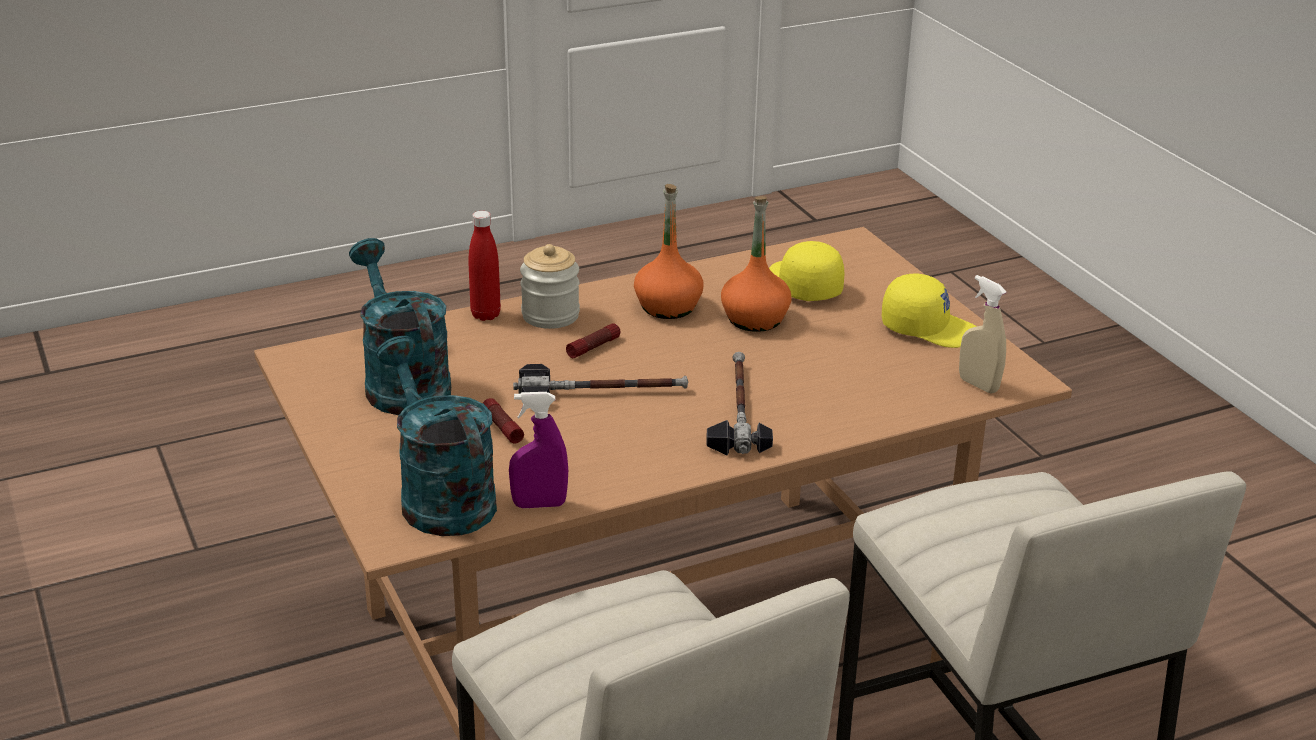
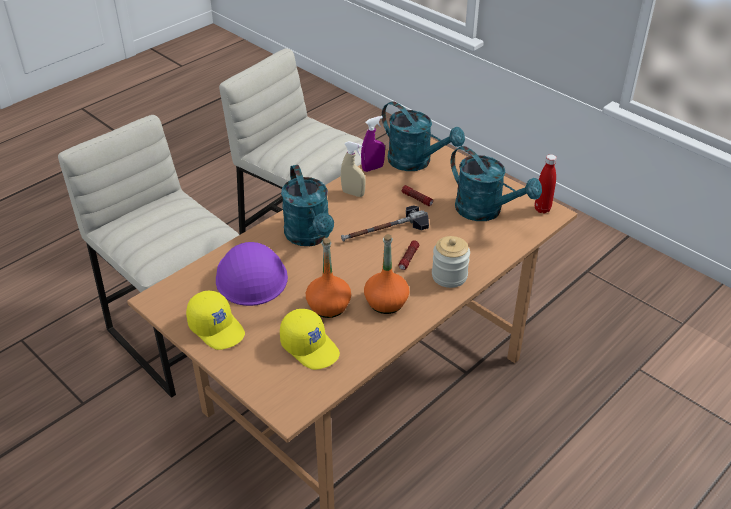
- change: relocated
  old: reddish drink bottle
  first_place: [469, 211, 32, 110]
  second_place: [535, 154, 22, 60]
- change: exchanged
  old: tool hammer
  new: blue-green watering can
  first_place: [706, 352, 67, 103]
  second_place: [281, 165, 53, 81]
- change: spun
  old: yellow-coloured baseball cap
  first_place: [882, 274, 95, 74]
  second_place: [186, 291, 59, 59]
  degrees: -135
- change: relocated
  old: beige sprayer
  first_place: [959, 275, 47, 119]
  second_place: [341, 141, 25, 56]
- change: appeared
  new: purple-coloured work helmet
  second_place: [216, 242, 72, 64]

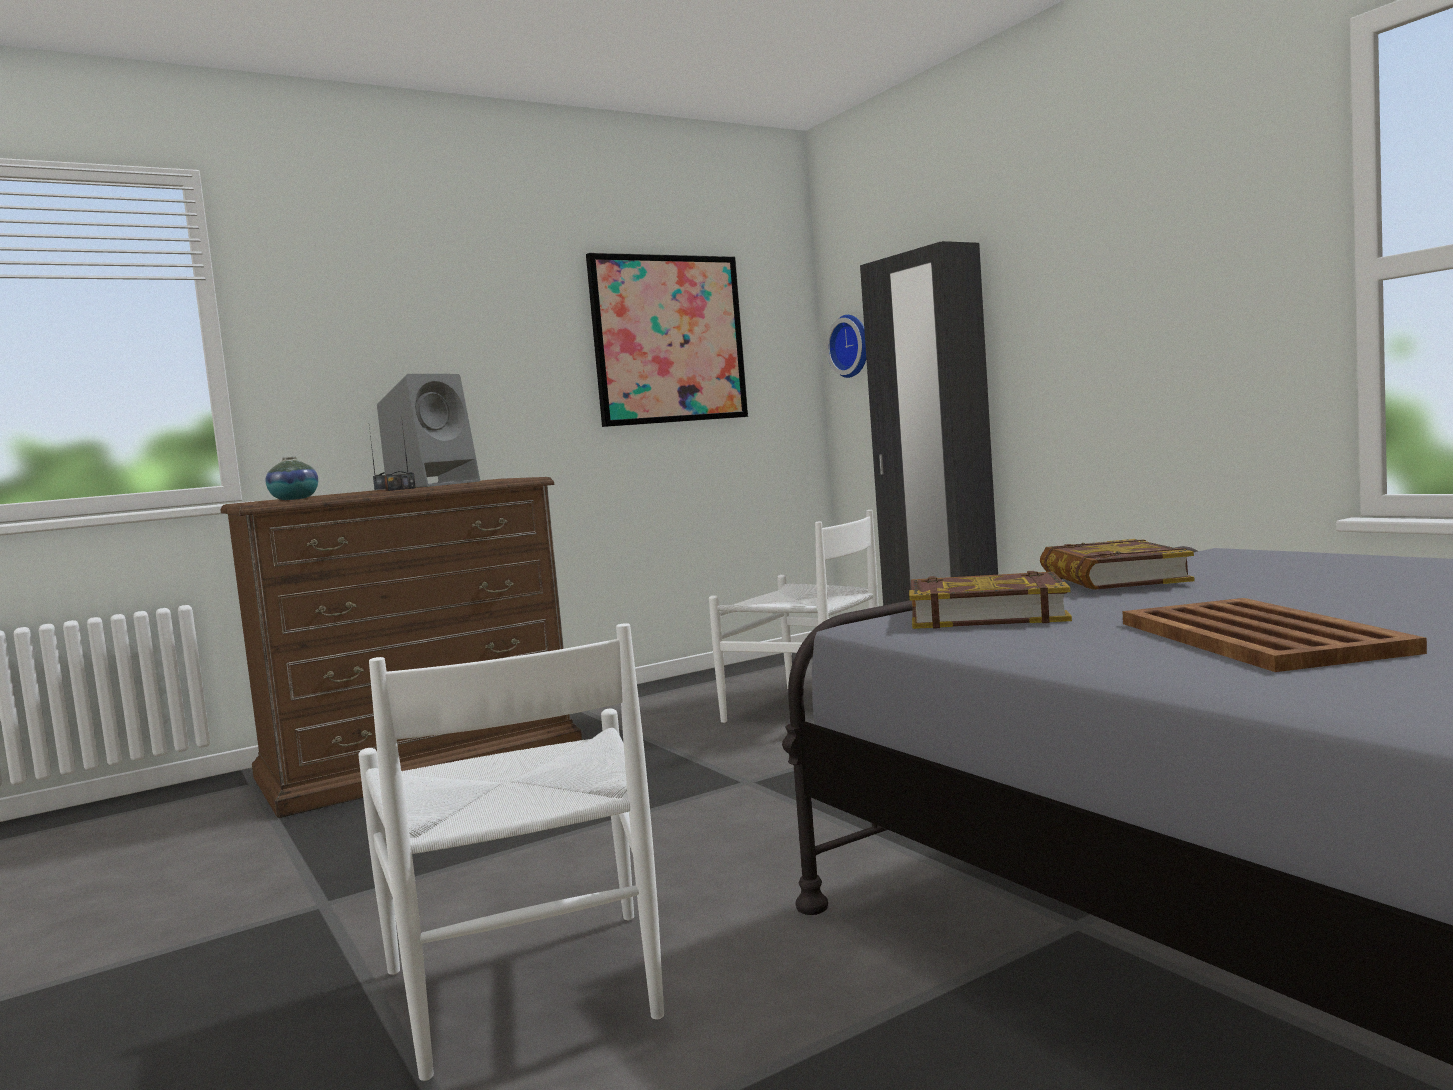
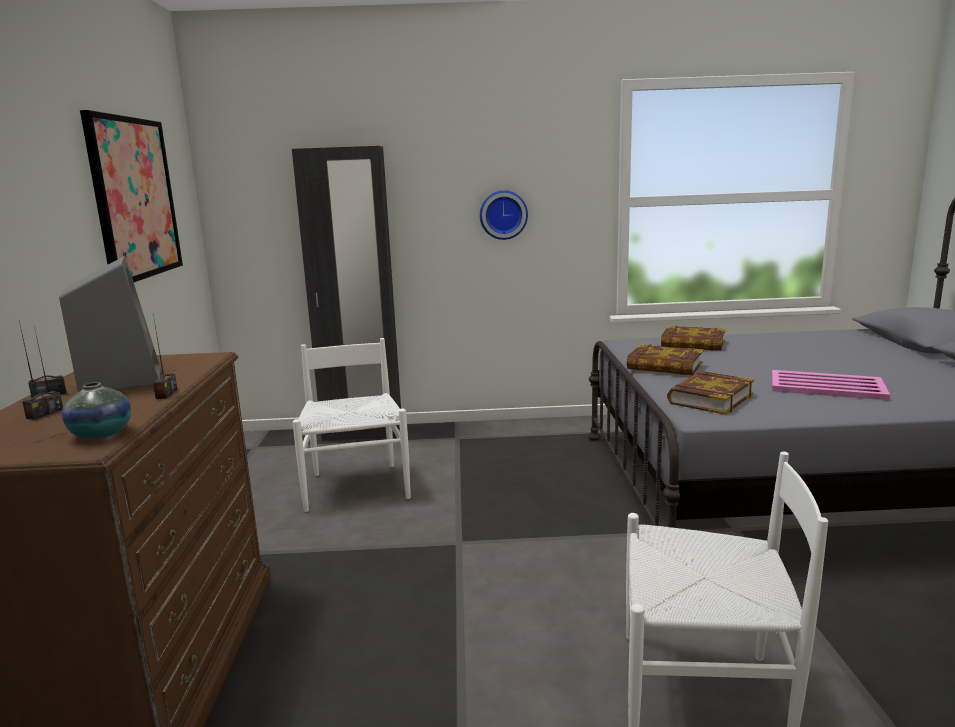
- change: spun
  old: whitish plain chair
  first_place: [709, 510, 170, 213]
  second_place: [293, 338, 118, 174]
  degrees: -75
- change: relocated
  old: wall clock
  first_place: [826, 315, 40, 63]
  second_place: [480, 190, 48, 50]
- change: colour
  old: brownish tray
  new: pinkish tray
  first_place: [1123, 598, 304, 74]
  second_place: [772, 370, 118, 30]
- change: appeared
  new: radio
  second_place: [22, 331, 41, 89]
- change: appeared
  new: bound book
  second_place: [661, 326, 65, 25]

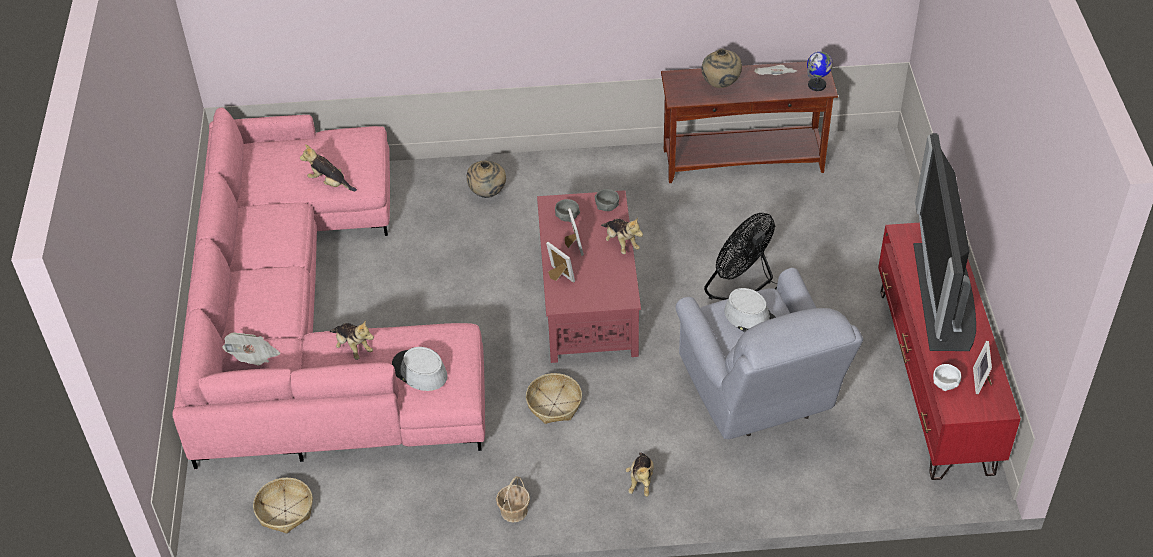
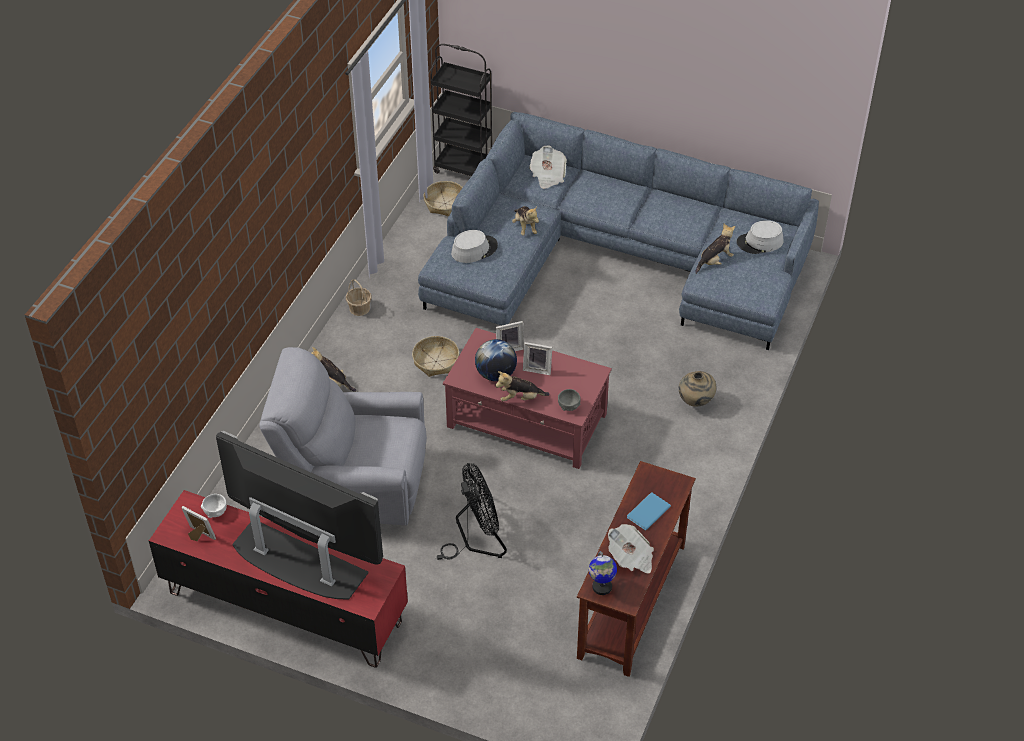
- change: colour
  old: pinkish sofa
  new: blue-coloured sofa
  first_place: [172, 107, 313, 362]
  second_place: [418, 112, 401, 238]
- change: spun
  old: soft toy
  first_place: [330, 320, 44, 40]
  second_place: [512, 206, 27, 30]
  degrees: -90
- change: missing
  old: grey serving bowl
  first_place: [555, 199, 25, 23]
- change: exchanged
  old: beige decorative vase
  new: blue-coloured bound book
  first_place: [701, 49, 41, 39]
  second_place: [627, 492, 44, 38]
- change: relocated
  old: grey hat
  first_place: [724, 288, 52, 45]
  second_place: [737, 220, 47, 34]
- change: appeared
  new: blackish cart
  second_place: [430, 44, 62, 132]
- change: appeared
  new: world globe
  second_place: [475, 339, 42, 42]

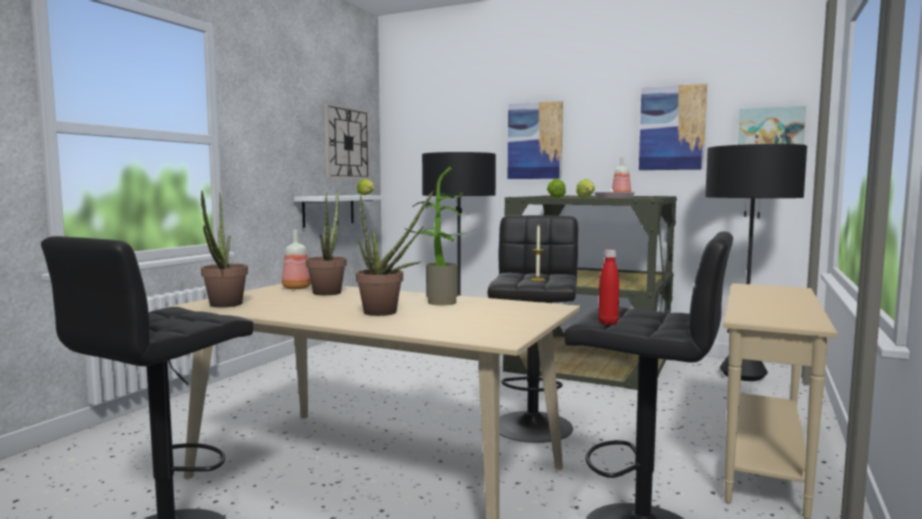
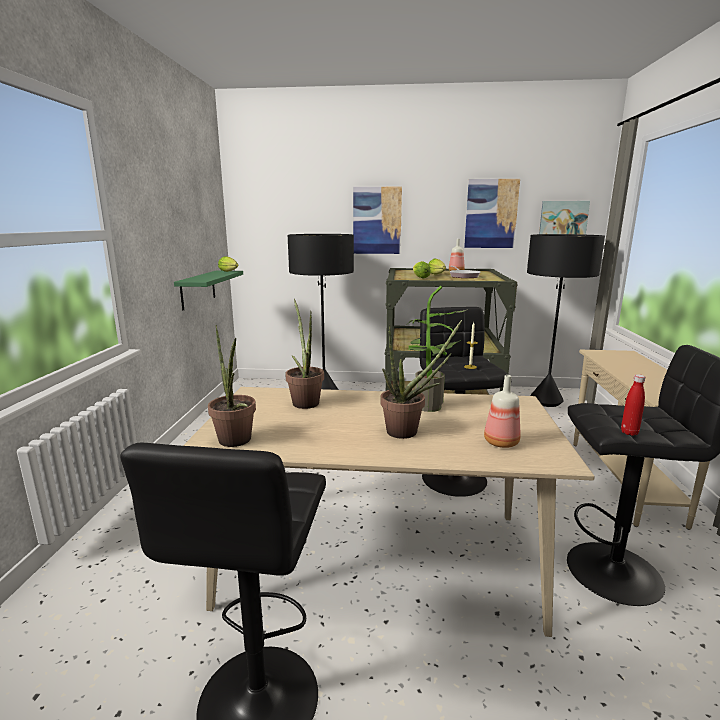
- change: relocated
  old: drink bottle
  first_place: [282, 230, 29, 59]
  second_place: [484, 375, 36, 73]
- change: colour
  old: whitish bracket shelf
  new: greenish bracket shelf
  first_place: [294, 195, 90, 33]
  second_place: [174, 270, 69, 41]
- change: missing
  old: wall clock
  first_place: [324, 103, 47, 76]

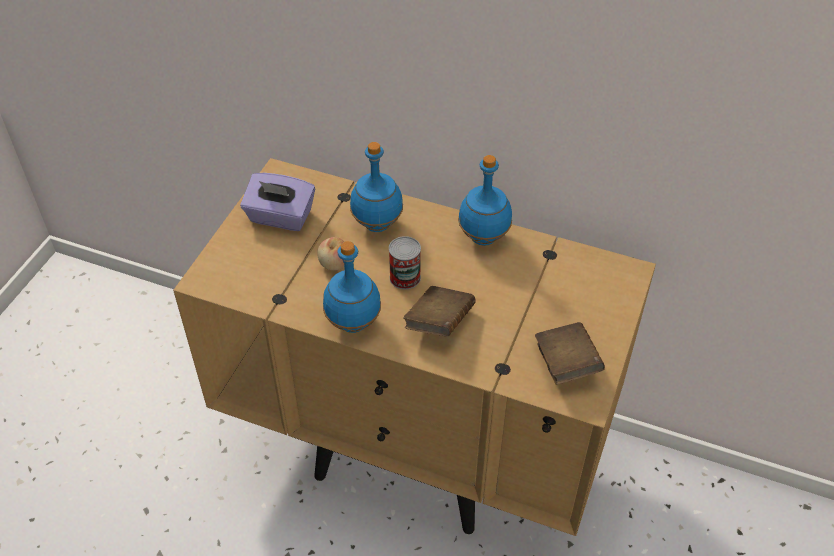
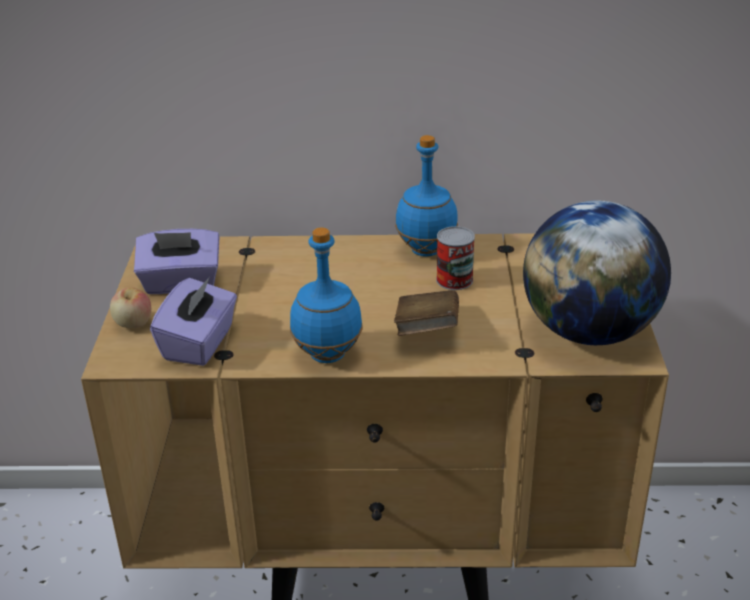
- change: relocated
  old: whole apple
  first_place: [317, 237, 27, 34]
  second_place: [110, 287, 41, 41]
- change: missing
  old: blue-coloured drink bottle
  first_place: [350, 142, 53, 90]
- change: relocated
  old: metal can
  first_place: [389, 236, 32, 53]
  second_place: [436, 226, 39, 64]
- change: exchanged
  old: brownish bound book
  new: world globe
  first_place: [535, 322, 70, 63]
  second_place: [523, 200, 148, 145]
- change: appeared
  new: purple-coloured tissue holder
  second_place: [150, 278, 87, 88]

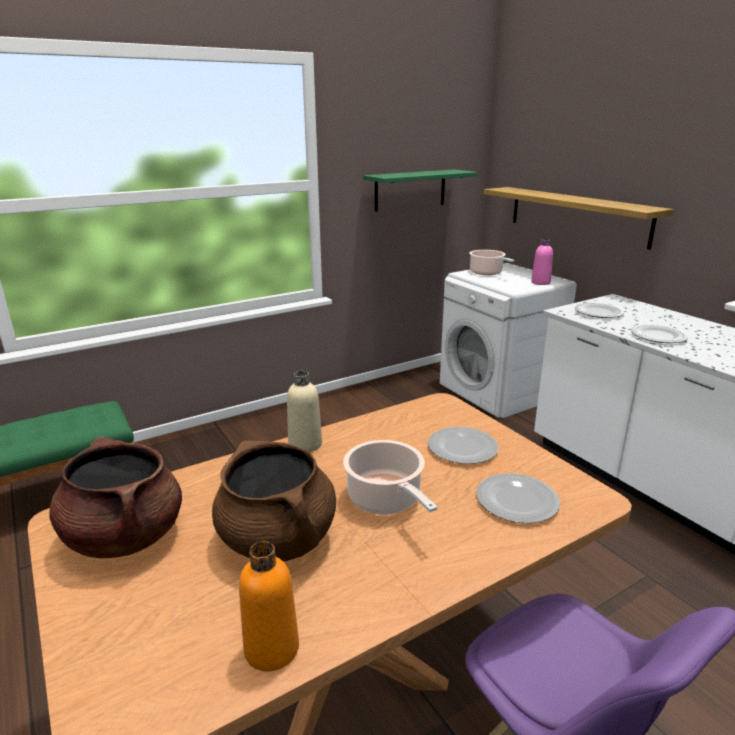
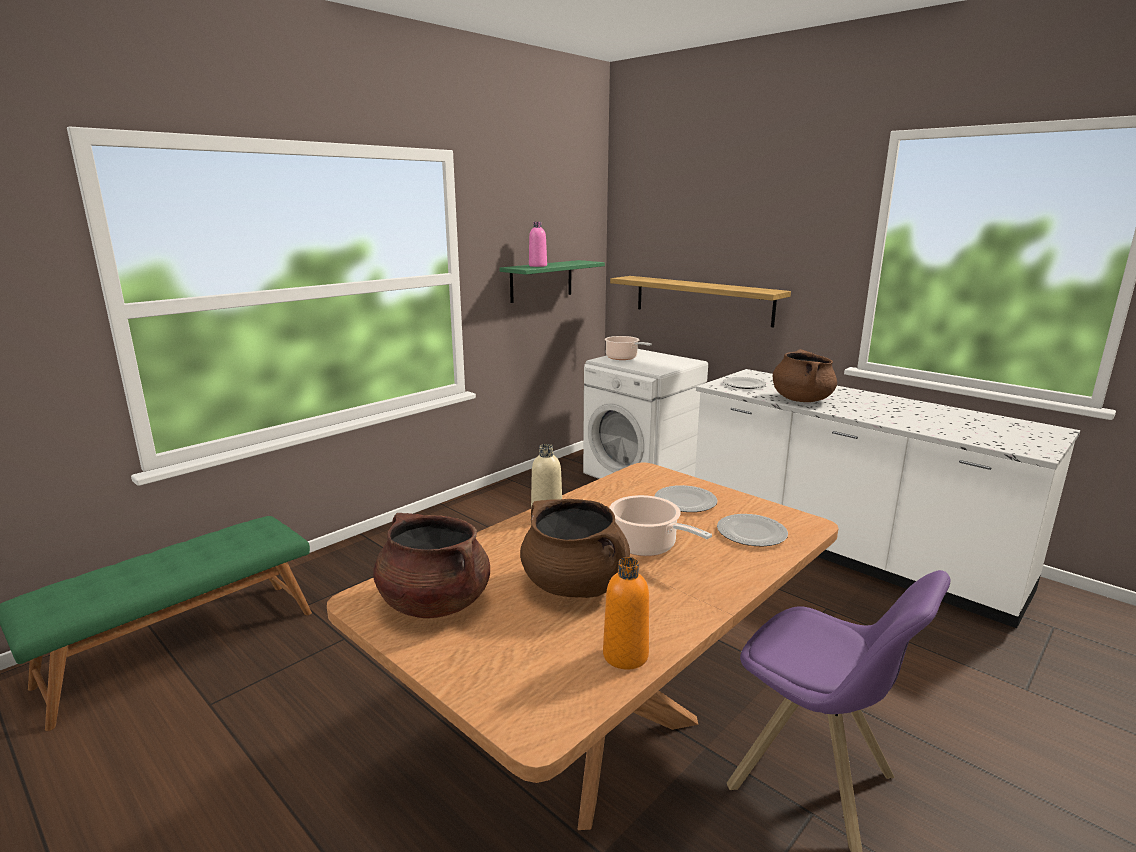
- change: relocated
  old: pinkish drink bottle
  first_place: [531, 239, 22, 46]
  second_place: [529, 222, 18, 45]
- change: exchanged
  old: plate
  new: brownish saucepot
  first_place: [631, 324, 57, 19]
  second_place: [773, 349, 64, 53]

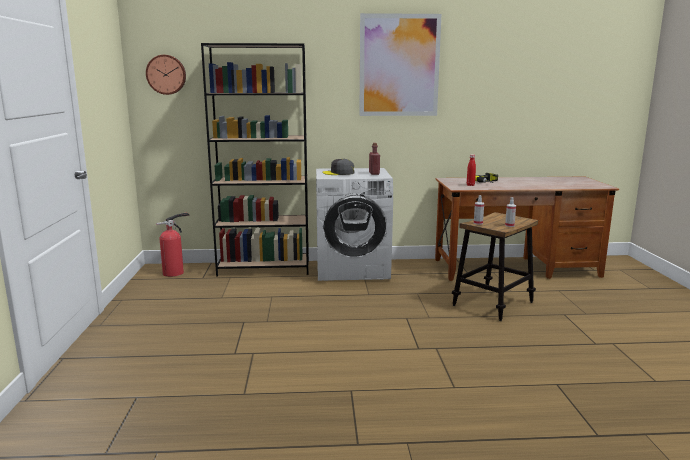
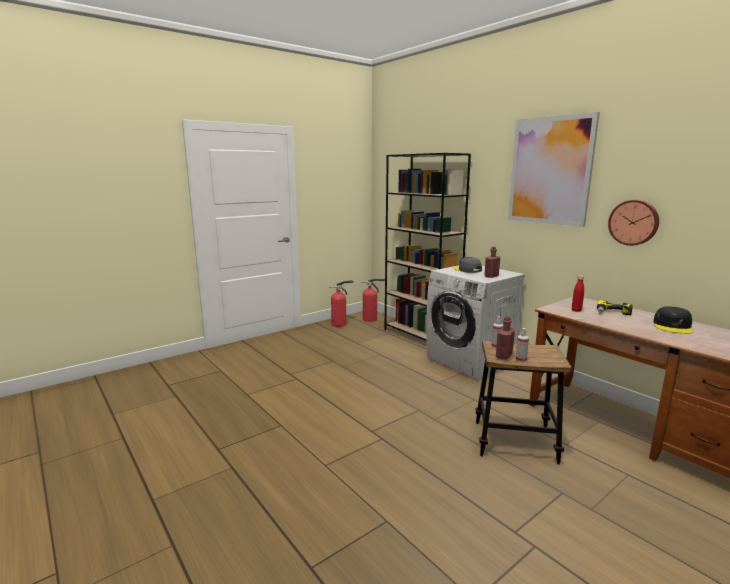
- change: relocated
  old: wall clock
  first_place: [146, 55, 40, 40]
  second_place: [608, 200, 51, 46]
- change: appeared
  new: fire extinguisher
  second_place: [329, 280, 24, 47]
- change: appeared
  new: reddish drink bottle
  second_place: [496, 316, 19, 44]
- change: appeared
  new: blackish baseball cap
  second_place: [653, 306, 40, 28]

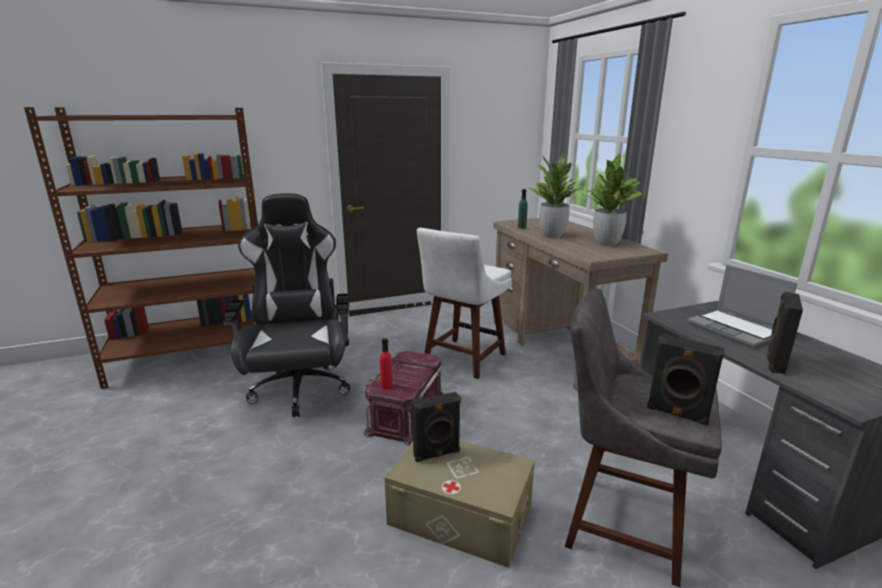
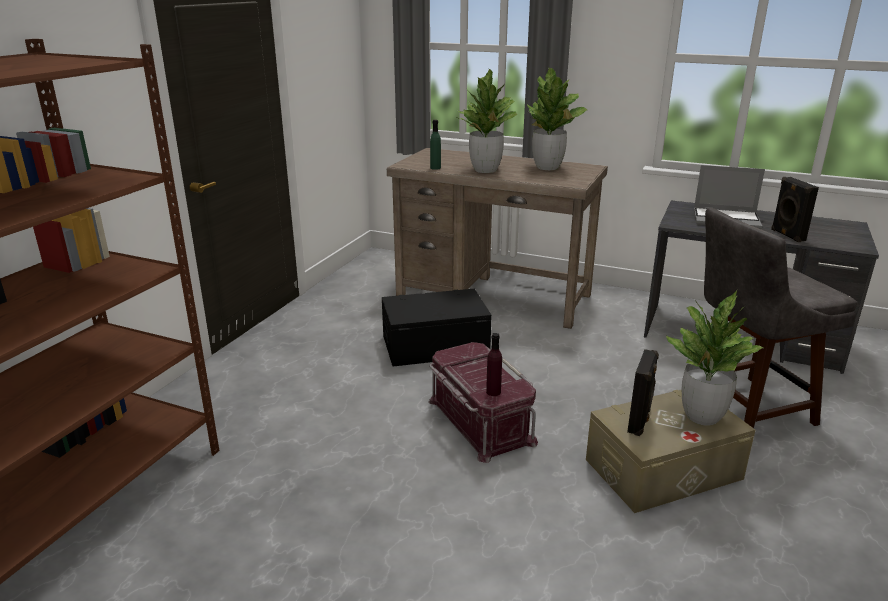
- change: missing
  old: blackish computer chair
  first_place: [223, 193, 128, 224]
- change: colour
  old: reddish drink bottle
  new: purple-coloured drink bottle
  first_place: [380, 338, 13, 51]
  second_place: [486, 333, 16, 63]
- change: exchanged
  old: whitish stool seat
  new: blackish storage bin
  first_place: [417, 228, 95, 151]
  second_place: [382, 289, 110, 78]
- change: missing
  old: blackish audio speaker
  first_place: [647, 334, 78, 92]
- change: appeared
  new: plant in a pot
  second_place: [666, 290, 97, 136]

